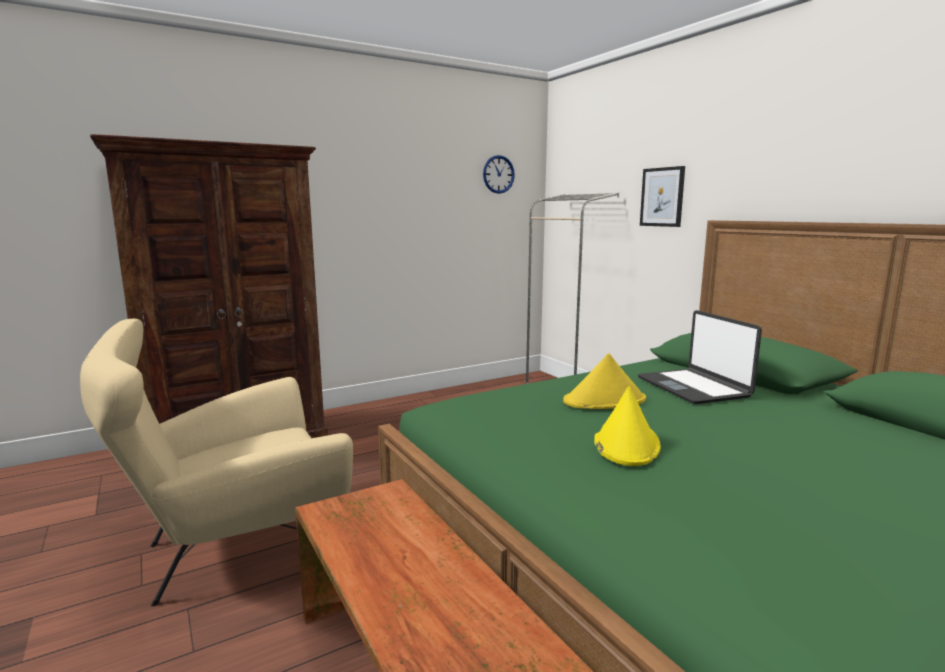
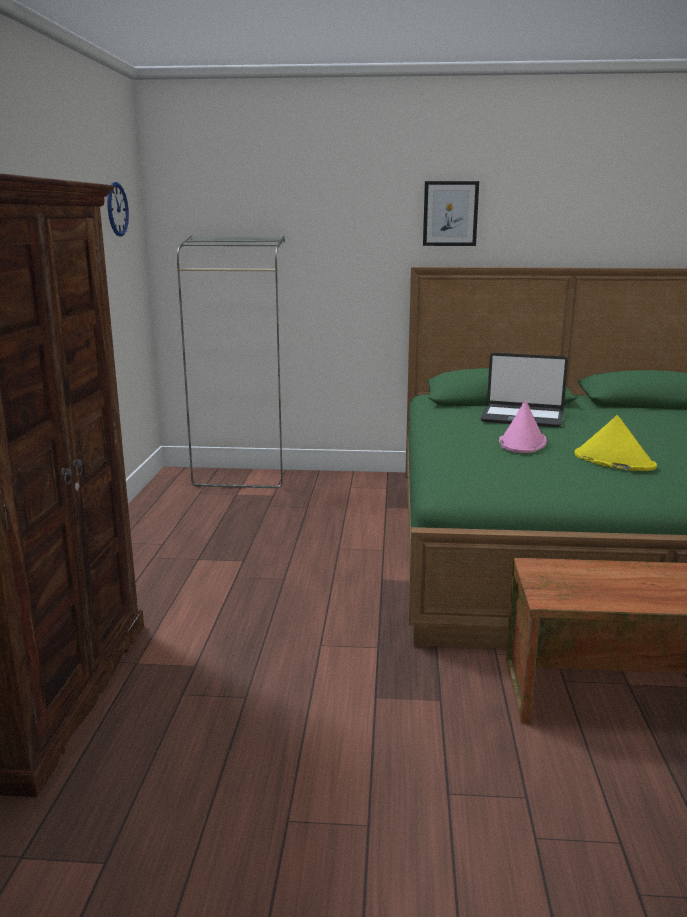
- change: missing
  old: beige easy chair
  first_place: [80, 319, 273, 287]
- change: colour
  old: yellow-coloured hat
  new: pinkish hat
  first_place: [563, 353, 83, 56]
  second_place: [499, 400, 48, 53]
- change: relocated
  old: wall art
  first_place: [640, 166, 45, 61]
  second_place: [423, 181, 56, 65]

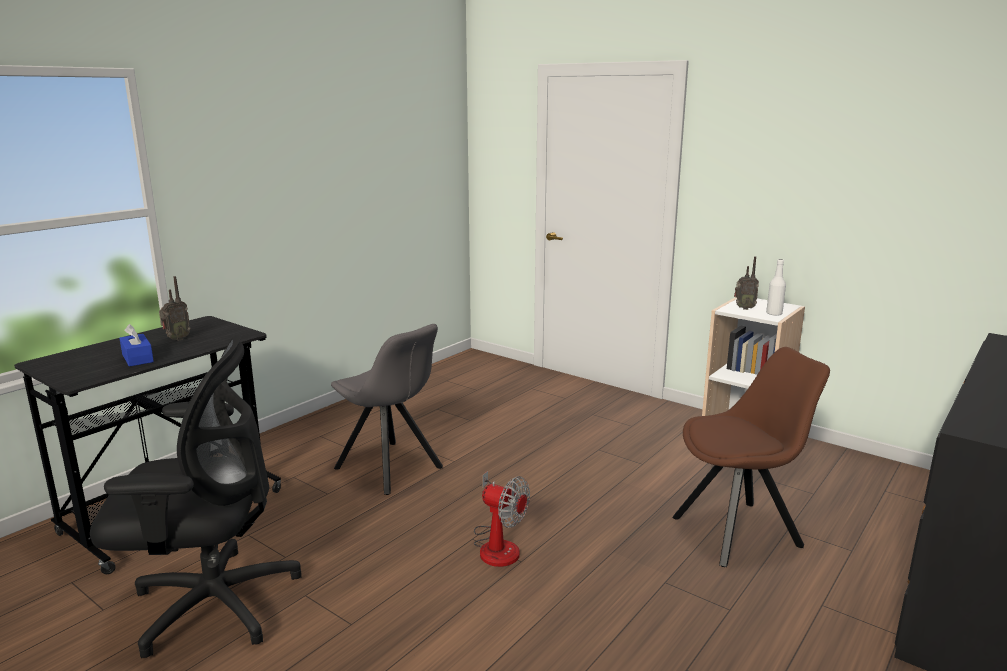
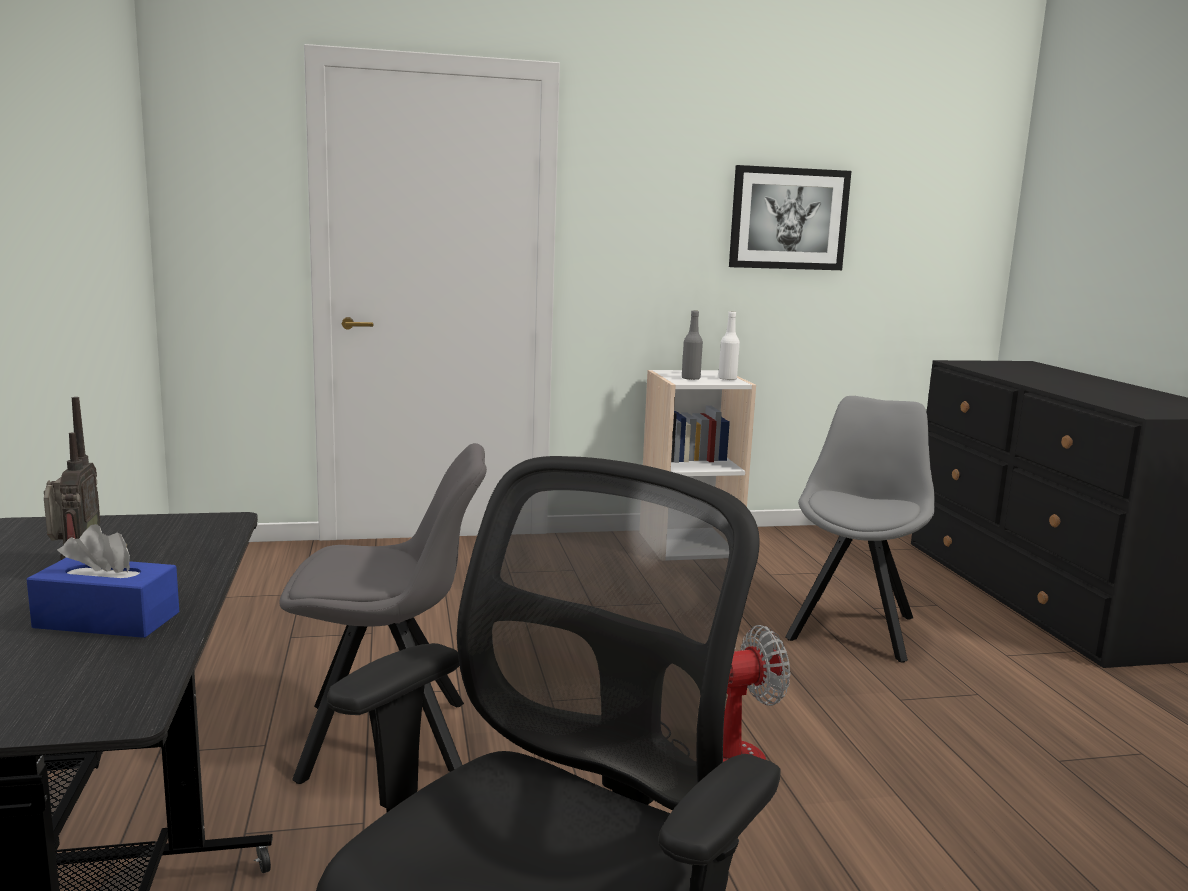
- change: colour
  old: brownish plain chair
  new: grey plain chair
  first_place: [672, 347, 158, 220]
  second_place: [785, 396, 150, 267]
- change: exchanged
  old: radio
  new: grey drink bottle
  first_place: [734, 256, 25, 54]
  second_place: [682, 310, 21, 70]
- change: appeared
  new: wall art
  second_place: [729, 165, 122, 105]

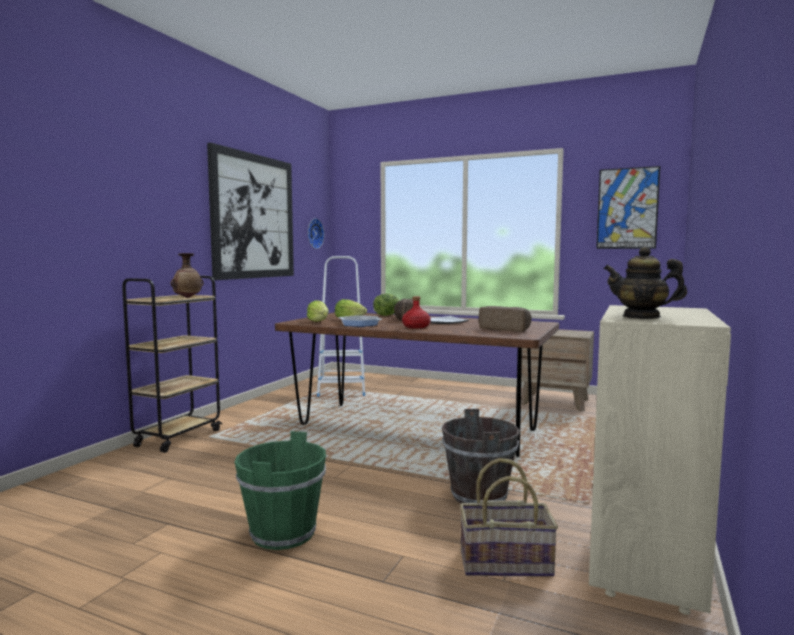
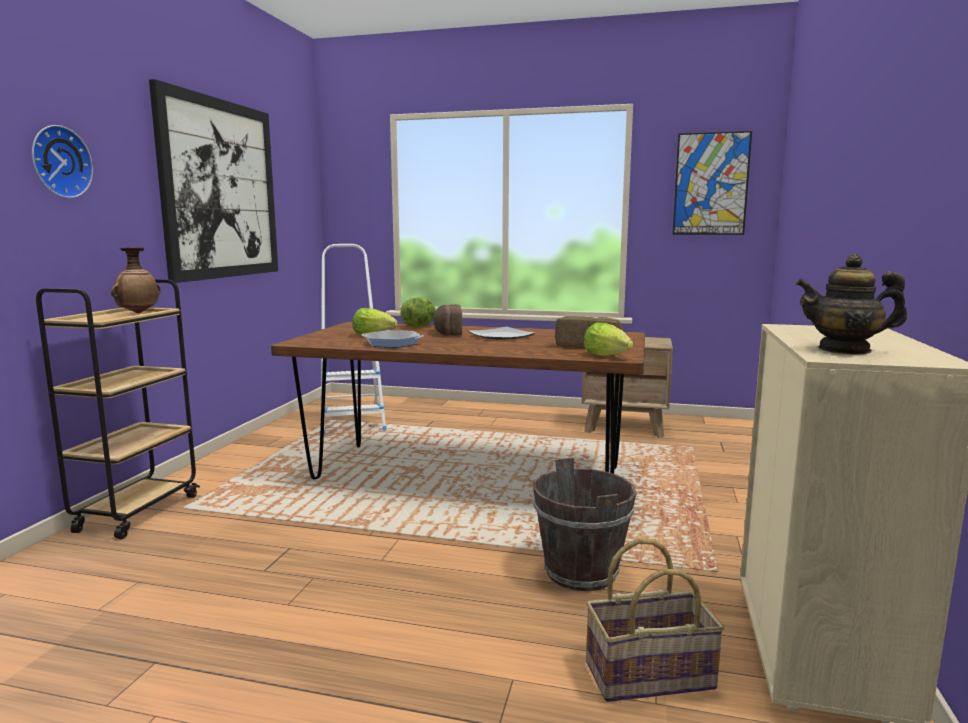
- change: missing
  old: greenish pail
  first_place: [234, 431, 92, 119]
- change: relocated
  old: head of lettuce
  first_place: [307, 300, 22, 22]
  second_place: [584, 322, 49, 35]
- change: relocated
  old: wall clock
  first_place: [308, 218, 16, 31]
  second_place: [32, 125, 61, 73]
- change: missing
  old: reddish drink bottle
  first_place: [402, 296, 29, 33]

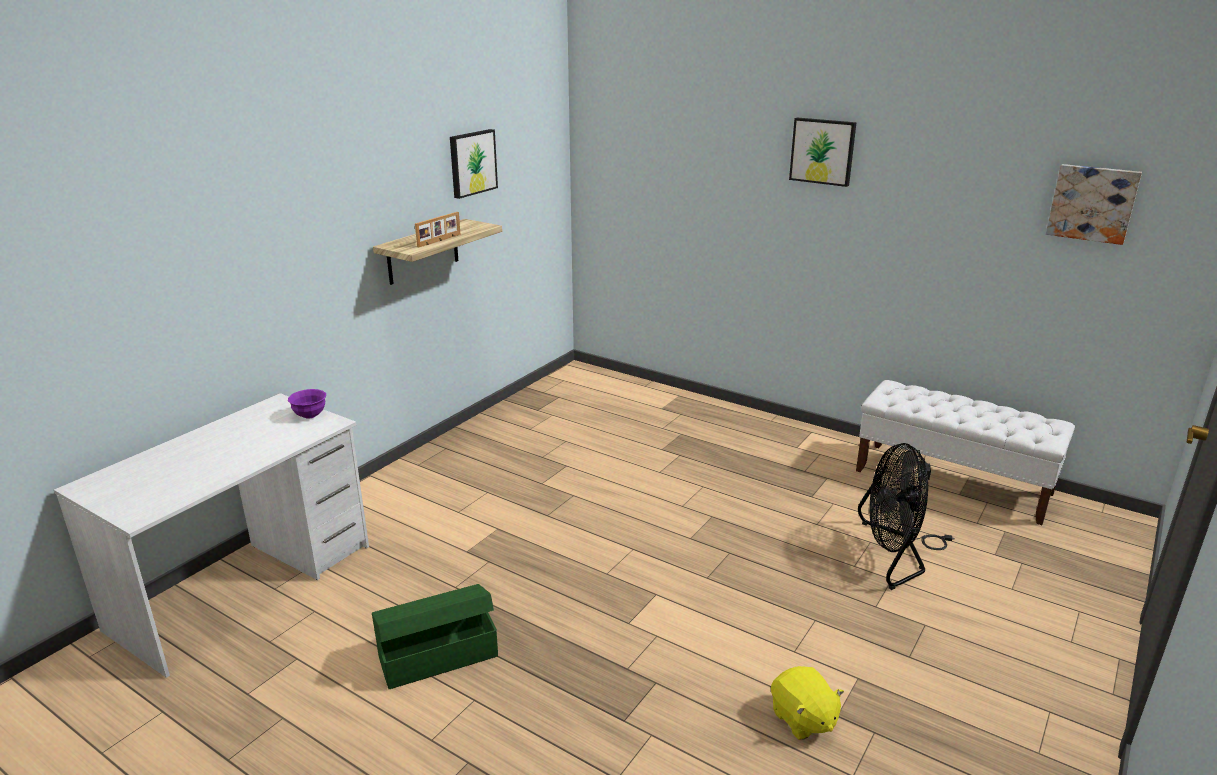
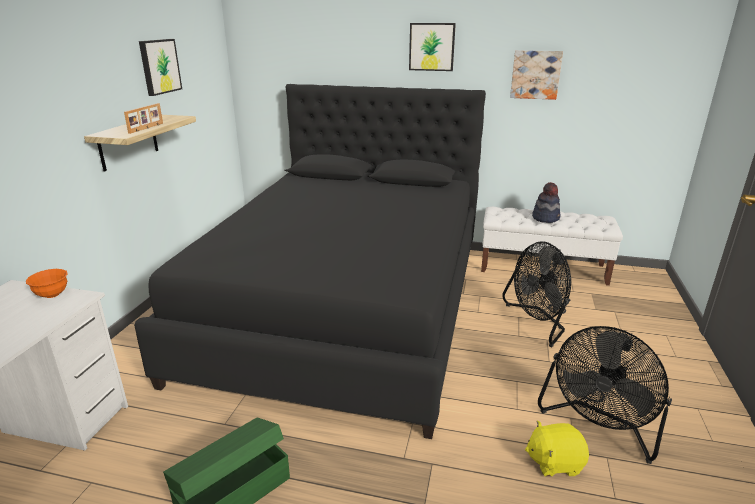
- change: colour
  old: purple-coloured serving bowl
  new: orange-coloured serving bowl
  first_place: [288, 389, 38, 30]
  second_place: [26, 269, 42, 29]
- change: spun
  old: yellow-coloured soft toy
  first_place: [771, 666, 73, 74]
  second_place: [525, 420, 64, 57]
  degrees: 135
- change: relocated
  old: wall art
  first_place: [1046, 164, 96, 81]
  second_place: [510, 50, 53, 50]
- change: appeared
  new: blackish bedroom bed
  second_place: [134, 84, 352, 355]
- change: appeared
  new: hat
  second_place: [532, 182, 29, 41]
- change: appeared
  new: blackish electric fan
  second_place: [538, 326, 134, 138]

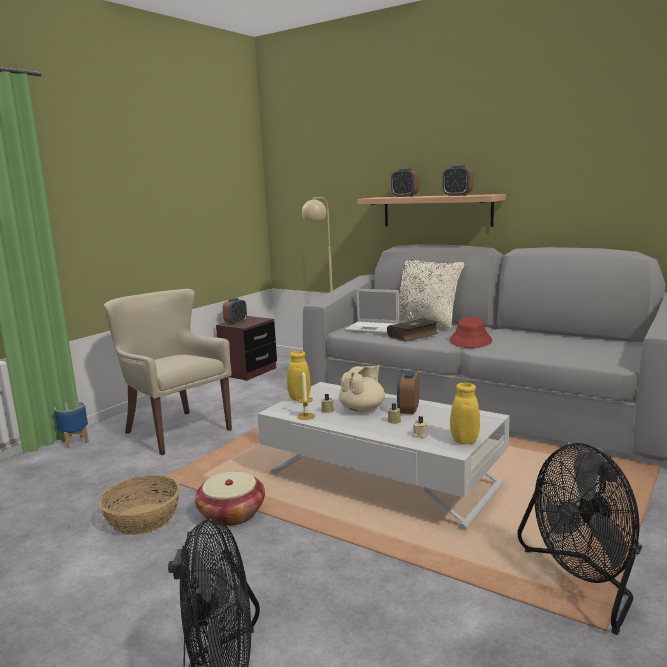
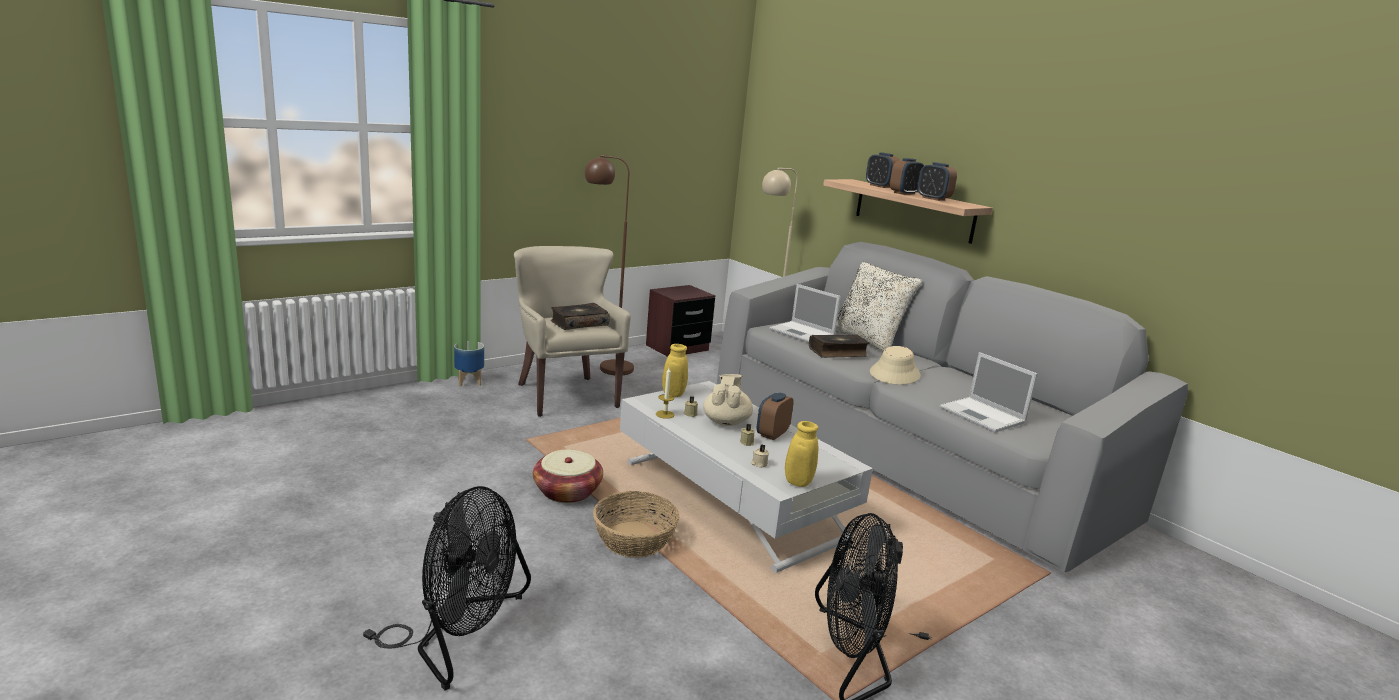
- change: relocated
  old: household basket
  first_place: [98, 475, 82, 60]
  second_place: [593, 491, 86, 67]
- change: relocated
  old: alarm clock
  first_place: [223, 298, 24, 27]
  second_place: [890, 158, 34, 37]
- change: spun
  old: beige pot for tea
  first_place: [339, 366, 46, 47]
  second_place: [703, 374, 50, 52]
  degrees: -45
- change: colour
  old: reddish hat
  new: beige hat
  first_place: [450, 317, 42, 31]
  second_place: [870, 346, 51, 39]
- change: appeared
  new: bound book
  second_place: [550, 303, 60, 27]
- change: appeared
  new: brownish floor lamp
  second_place: [585, 155, 49, 220]
- change: appeared
  new: portable computer
  second_place: [939, 352, 99, 81]

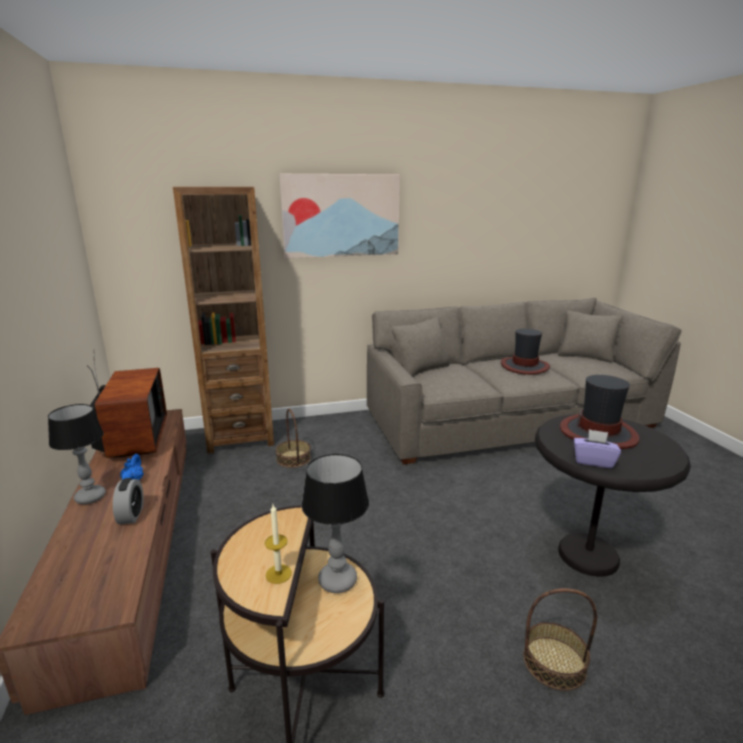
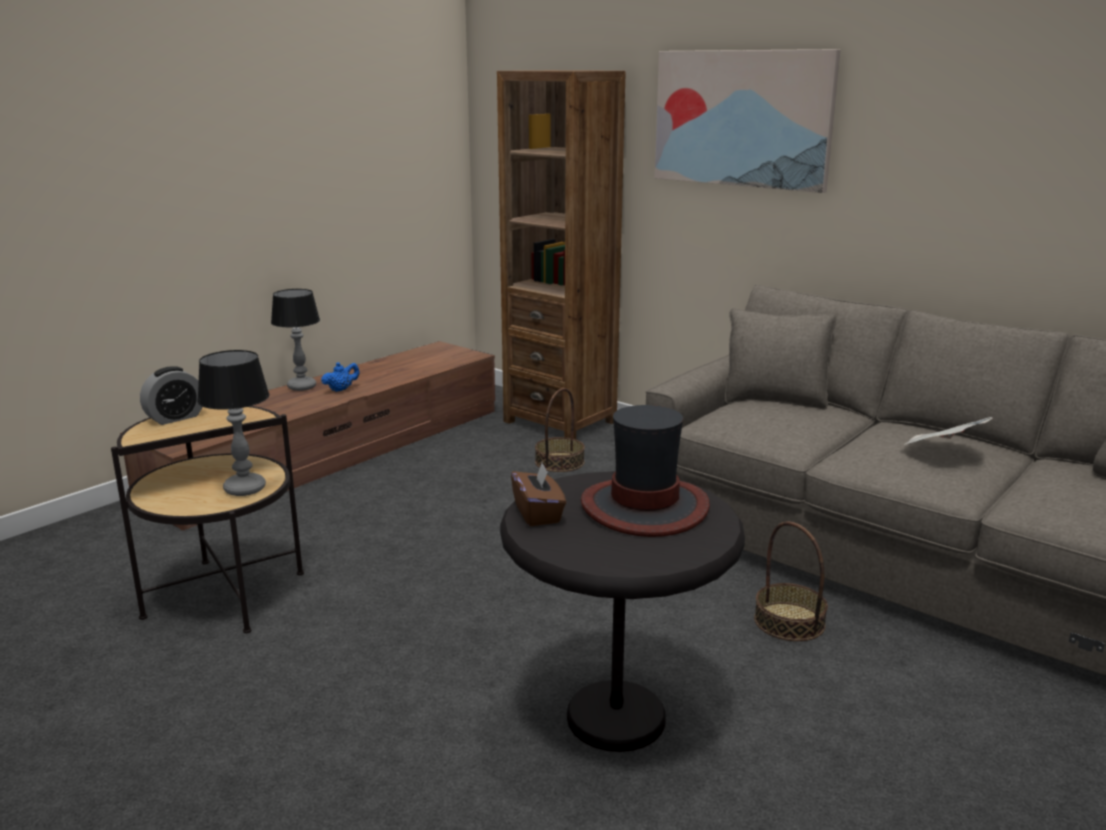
- change: missing
  old: TV set
  first_place: [87, 350, 80, 108]
- change: relocated
  old: alarm clock
  first_place: [113, 478, 31, 46]
  second_place: [140, 366, 62, 59]
- change: missing
  old: wax light
  first_place: [265, 505, 27, 79]
- change: exchanged
  old: hat
  new: printed paper
  first_place: [501, 329, 49, 46]
  second_place: [904, 416, 89, 29]
- change: relocated
  old: household basket
  first_place: [523, 588, 74, 103]
  second_place: [754, 521, 74, 120]
- change: colour
  old: purple-coloured tissue holder
  new: brownish tissue holder
  first_place: [574, 429, 47, 39]
  second_place: [511, 462, 55, 64]

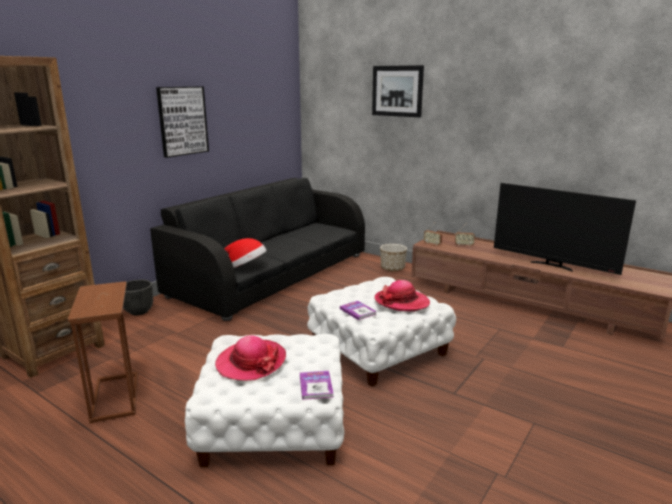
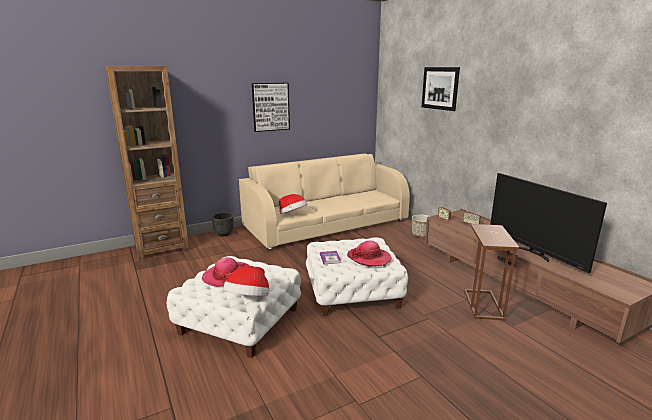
- change: relocated
  old: brownish side table
  first_place: [68, 281, 70, 143]
  second_place: [464, 224, 55, 97]
- change: colour
  old: blackish sofa
  new: beige sofa
  first_place: [150, 178, 215, 143]
  second_place: [239, 153, 171, 98]
- change: exchanged
  old: bound book
  new: hat
  first_place: [300, 371, 34, 29]
  second_place: [223, 266, 47, 30]

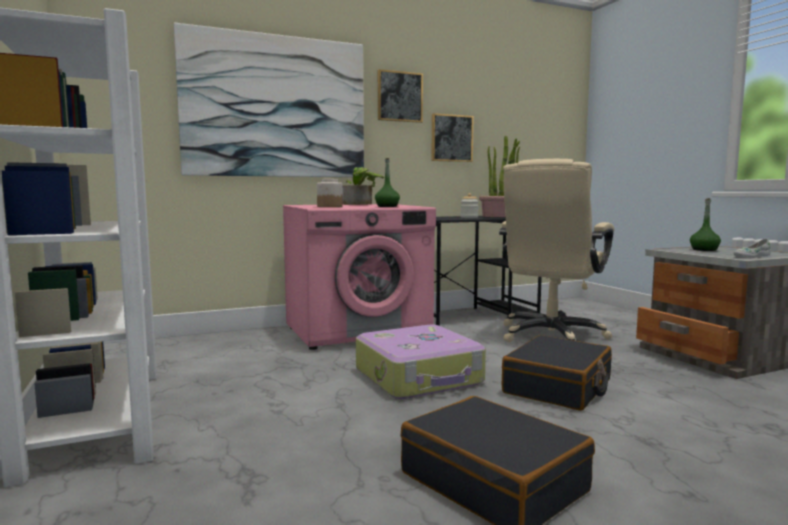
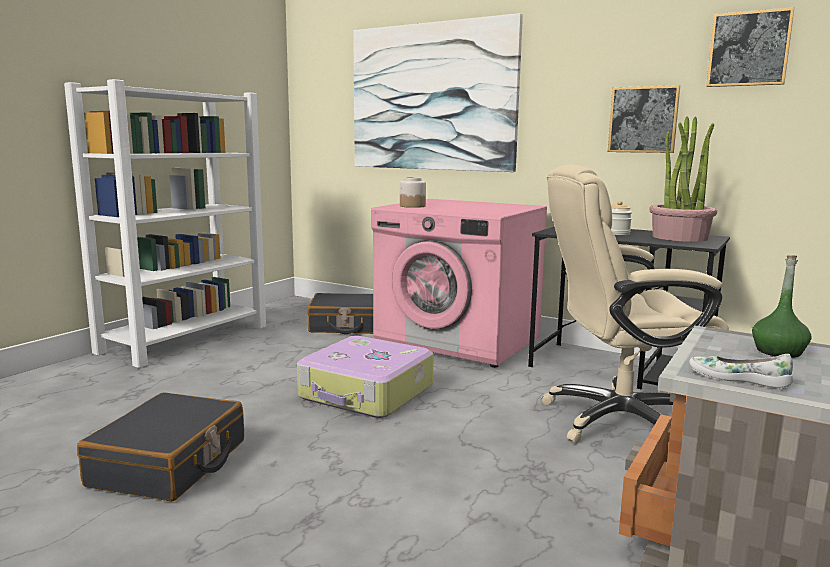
- change: missing
  old: plant in a pot
  first_place: [342, 167, 43, 38]
- change: missing
  old: greenish drink bottle
  first_place: [375, 158, 25, 49]
- change: relocated
  old: wall art
  first_place: [378, 69, 45, 54]
  second_place: [706, 7, 88, 80]
- change: relocated
  old: blackish suitcase
  first_place: [502, 335, 110, 76]
  second_place: [307, 293, 66, 41]

